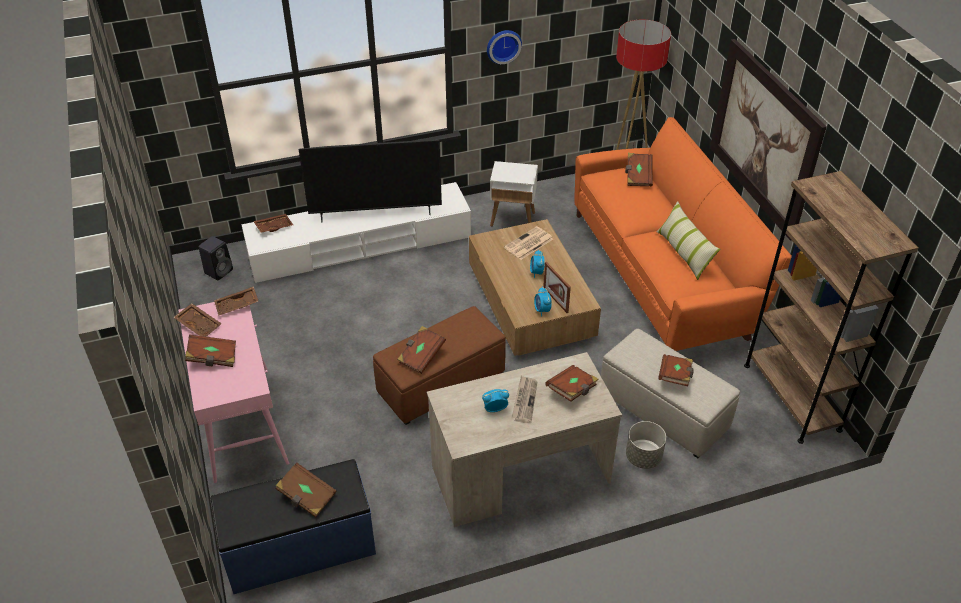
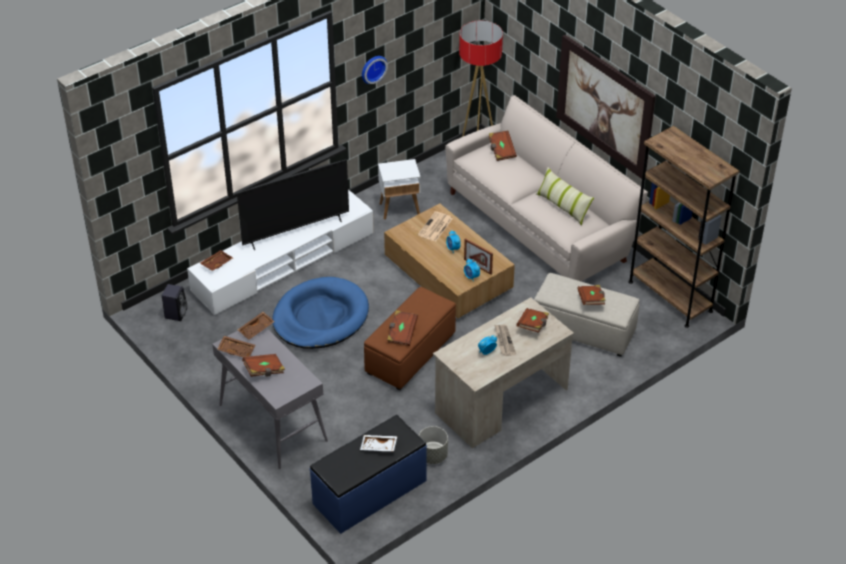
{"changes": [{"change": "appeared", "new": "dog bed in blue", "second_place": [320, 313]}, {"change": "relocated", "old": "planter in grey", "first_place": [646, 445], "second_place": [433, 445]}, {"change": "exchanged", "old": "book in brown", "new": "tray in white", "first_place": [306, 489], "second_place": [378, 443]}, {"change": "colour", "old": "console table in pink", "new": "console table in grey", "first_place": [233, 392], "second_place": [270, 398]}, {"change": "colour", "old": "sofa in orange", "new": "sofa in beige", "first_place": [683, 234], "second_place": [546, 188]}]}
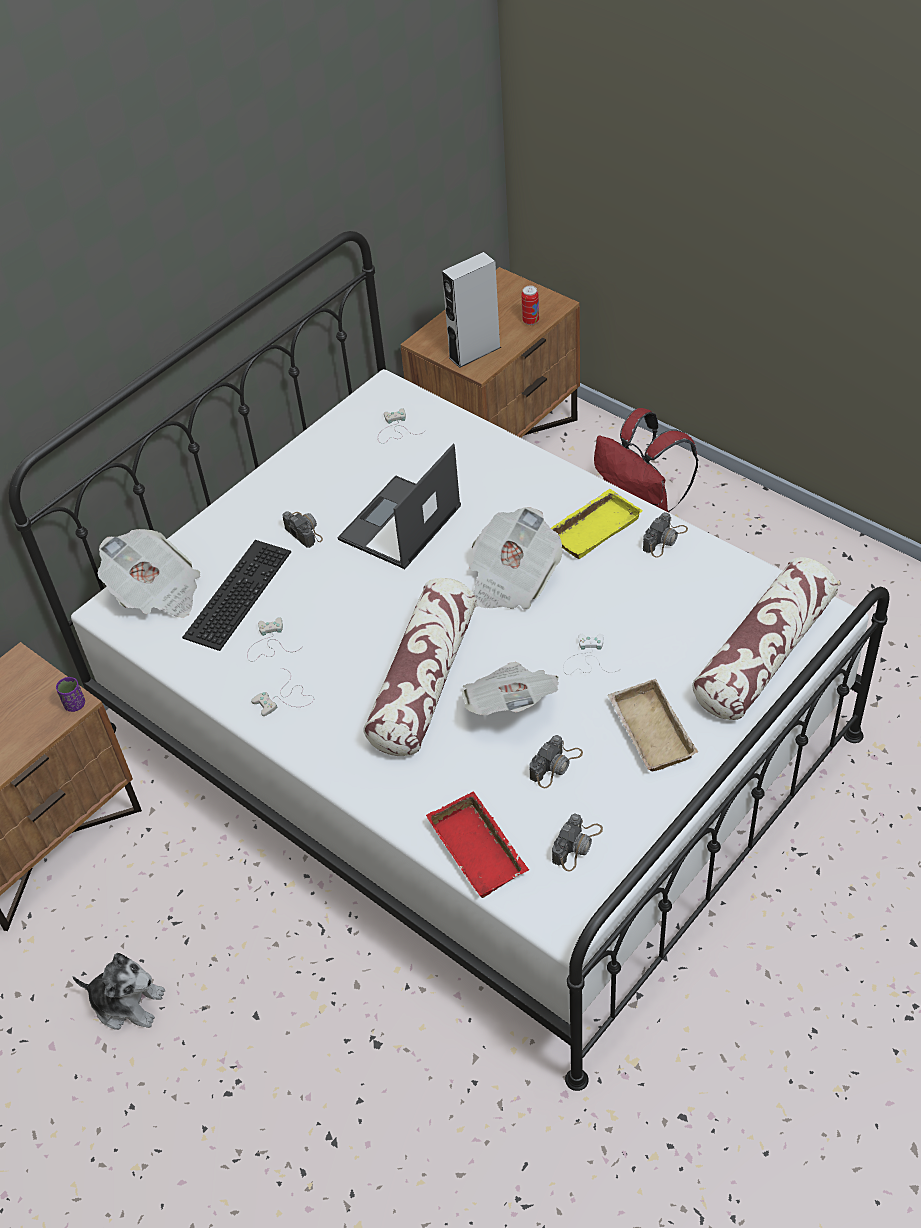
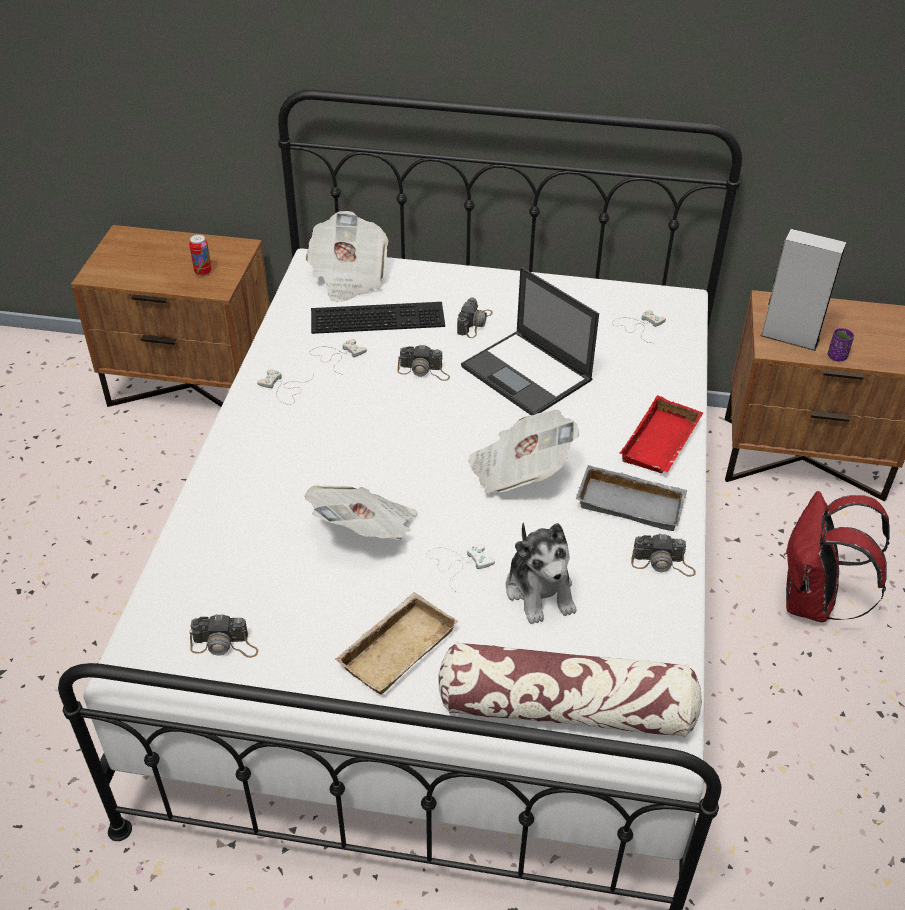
{"changes": [{"change": "missing", "old": "pillow", "first_place": [420, 667]}, {"change": "relocated", "old": "cup in purple", "first_place": [70, 694], "second_place": [841, 345]}, {"change": "relocated", "old": "plush toy", "first_place": [119, 991], "second_place": [541, 573]}, {"change": "relocated", "old": "tray in red", "first_place": [477, 844], "second_place": [661, 434]}, {"change": "relocated", "old": "can", "first_place": [530, 305], "second_place": [200, 255]}, {"change": "relocated", "old": "photo camera", "first_place": [556, 761], "second_place": [424, 362]}, {"change": "colour", "old": "tray in yellow", "new": "tray in grey", "first_place": [596, 524], "second_place": [632, 498]}, {"change": "spun", "old": "laptop", "first_place": [399, 506], "second_place": [530, 341], "degrees": -135}]}
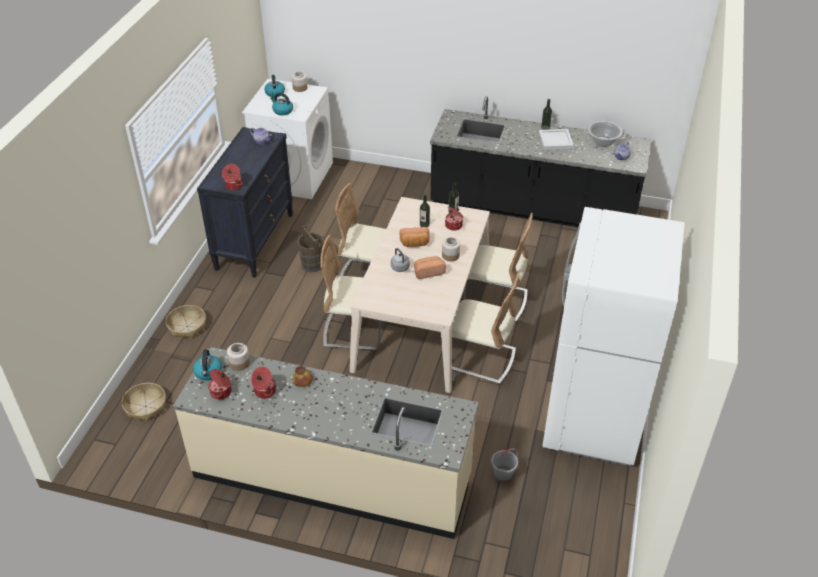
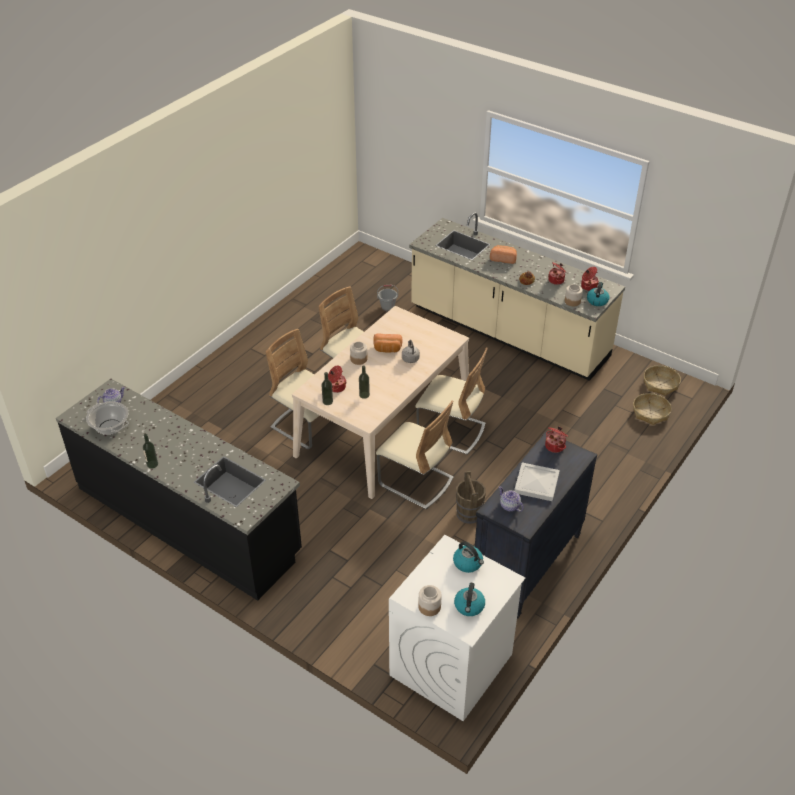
{"changes": [{"change": "missing", "old": "fridge in white", "first_place": [613, 336]}, {"change": "relocated", "old": "basket", "first_place": [186, 321], "second_place": [662, 380]}, {"change": "relocated", "old": "bread", "first_place": [415, 237], "second_place": [503, 254]}, {"change": "relocated", "old": "tray in white", "first_place": [556, 139], "second_place": [537, 481]}]}
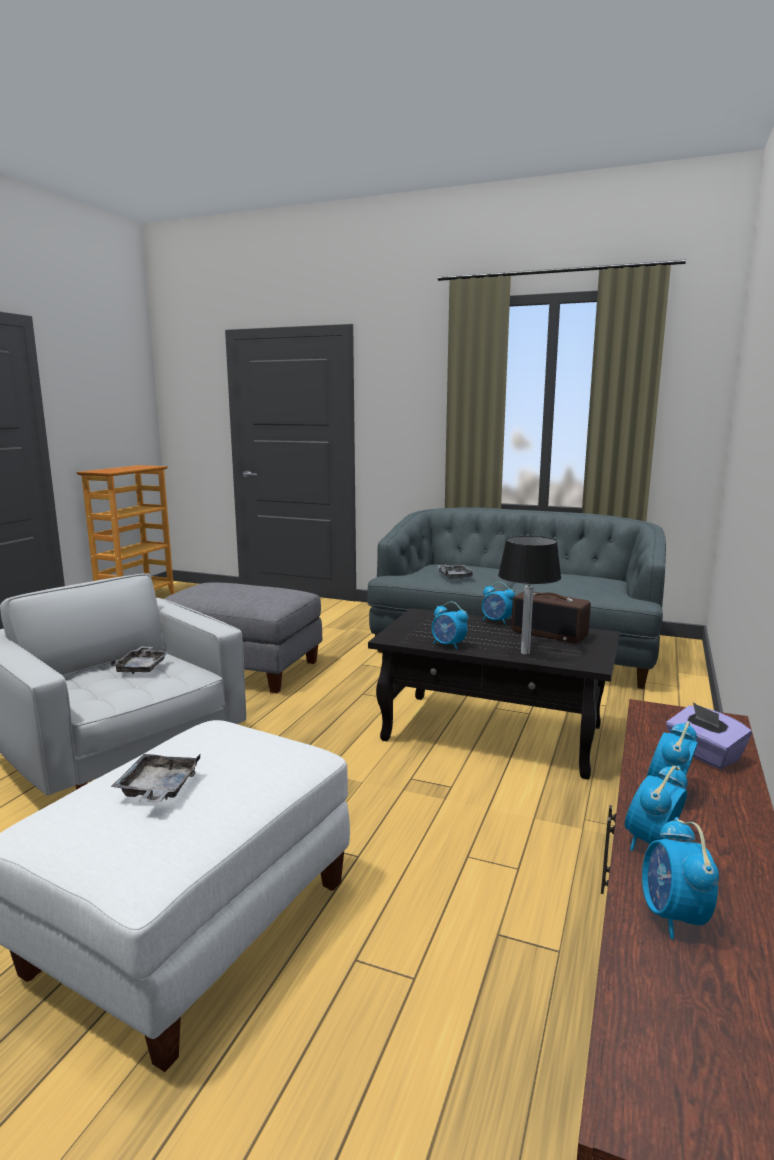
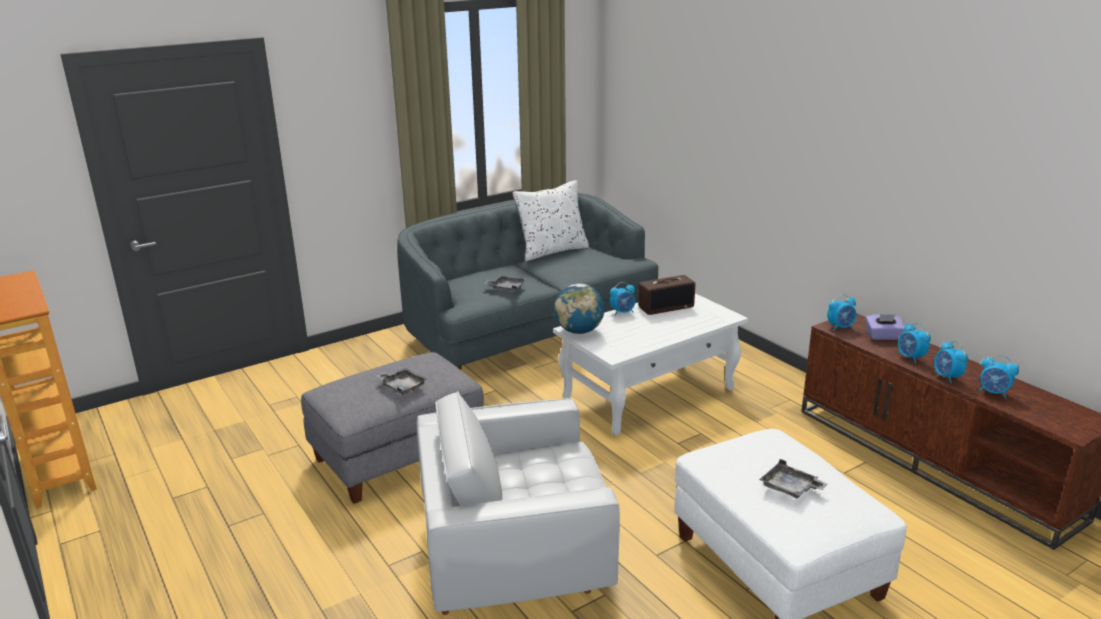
{"changes": [{"change": "missing", "old": "table lamp", "first_place": [529, 595]}, {"change": "appeared", "new": "pillow in white", "second_place": [551, 220]}, {"change": "appeared", "new": "globe", "second_place": [579, 308]}, {"change": "relocated", "old": "tray in grey", "first_place": [140, 660], "second_place": [402, 381]}, {"change": "relocated", "old": "alarm clock", "first_place": [450, 626], "second_place": [842, 312]}, {"change": "colour", "old": "coffee table in black", "new": "coffee table in white", "first_place": [494, 693], "second_place": [650, 364]}]}
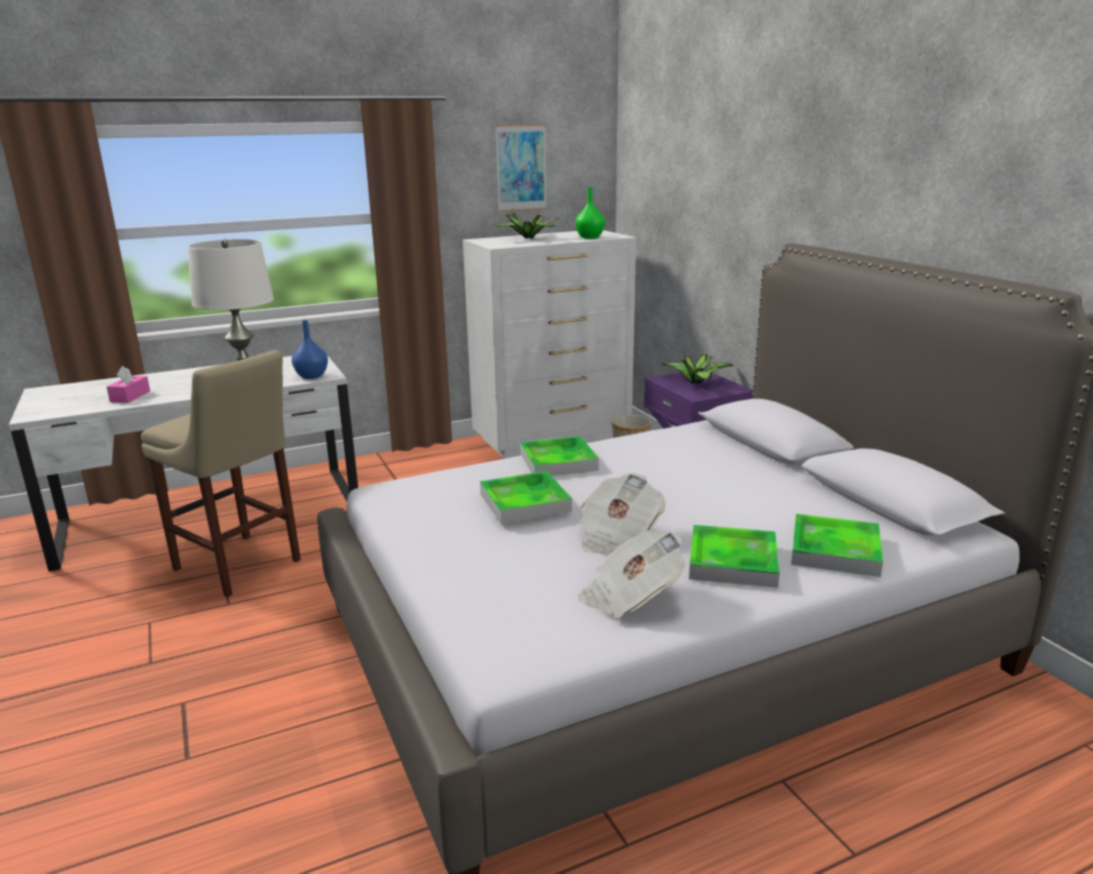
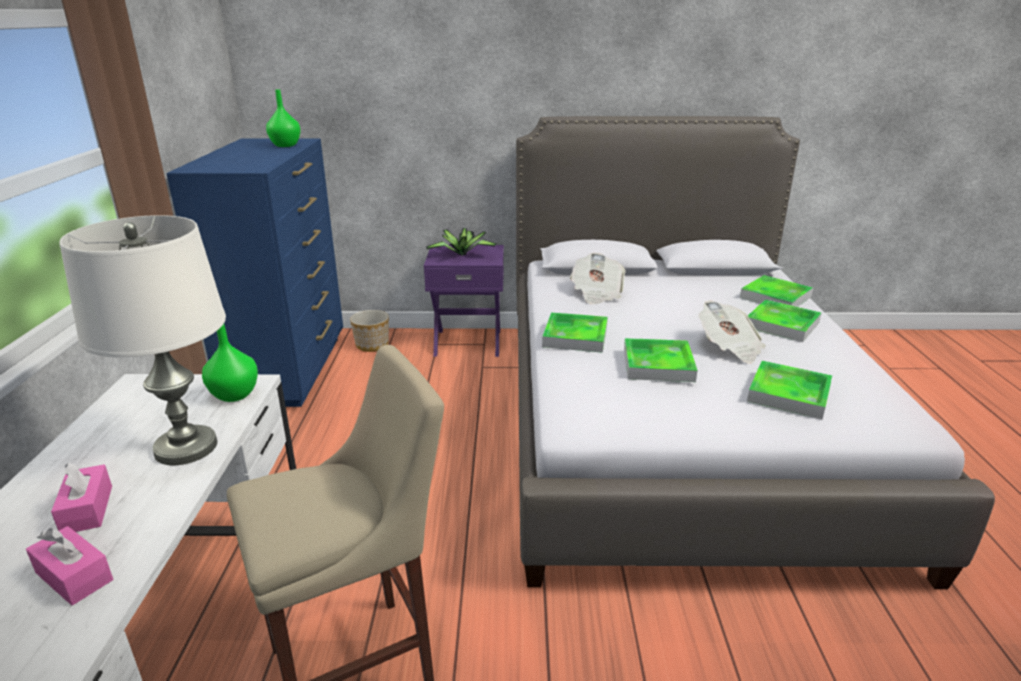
{"changes": [{"change": "missing", "old": "potted plant", "first_place": [526, 226]}, {"change": "missing", "old": "picture", "first_place": [521, 168]}, {"change": "appeared", "new": "tissue box in pink", "second_place": [81, 497]}, {"change": "appeared", "new": "tray", "second_place": [790, 390]}, {"change": "relocated", "old": "newspaper", "first_place": [631, 574], "second_place": [598, 278]}, {"change": "colour", "old": "vase in blue", "new": "vase in green", "first_place": [310, 349], "second_place": [230, 363]}, {"change": "colour", "old": "dresser in white", "new": "dresser in blue", "first_place": [549, 344], "second_place": [254, 272]}]}
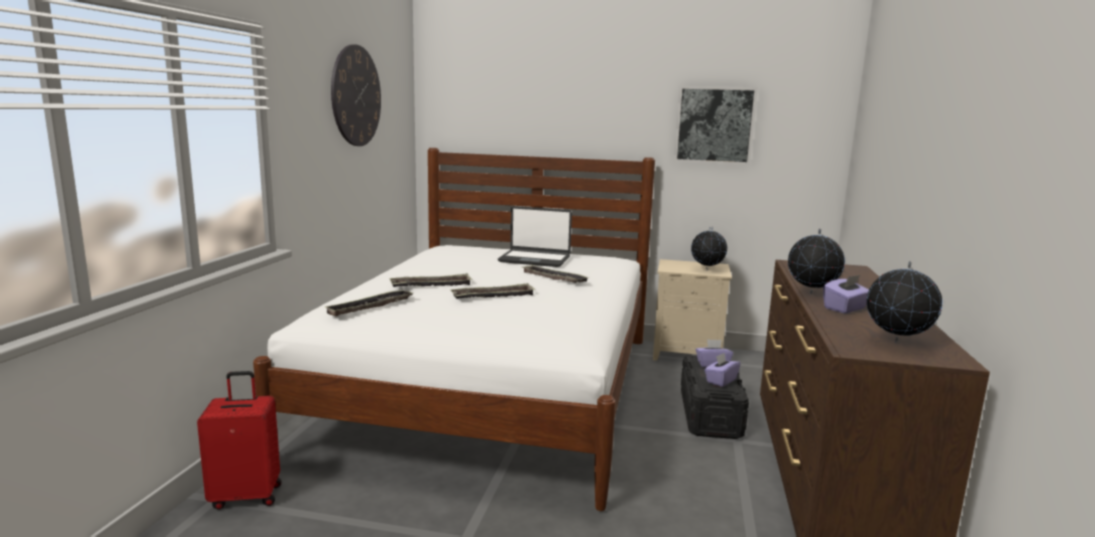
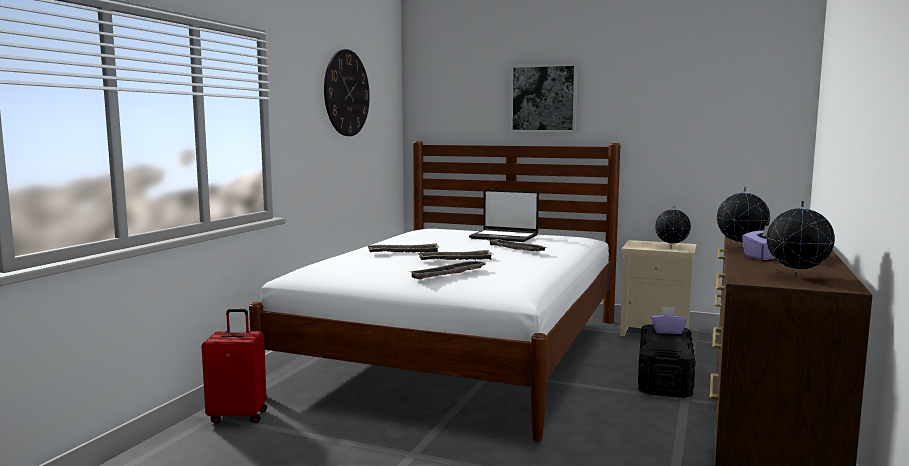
{"changes": [{"change": "missing", "old": "tissue box in purple", "first_place": [722, 369]}, {"change": "relocated", "old": "tray", "first_place": [369, 302], "second_place": [447, 269]}, {"change": "relocated", "old": "picture", "first_place": [716, 125], "second_place": [544, 97]}]}
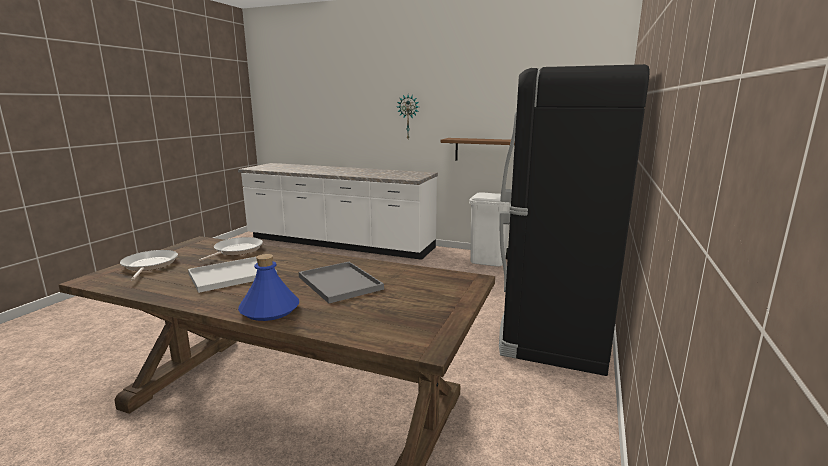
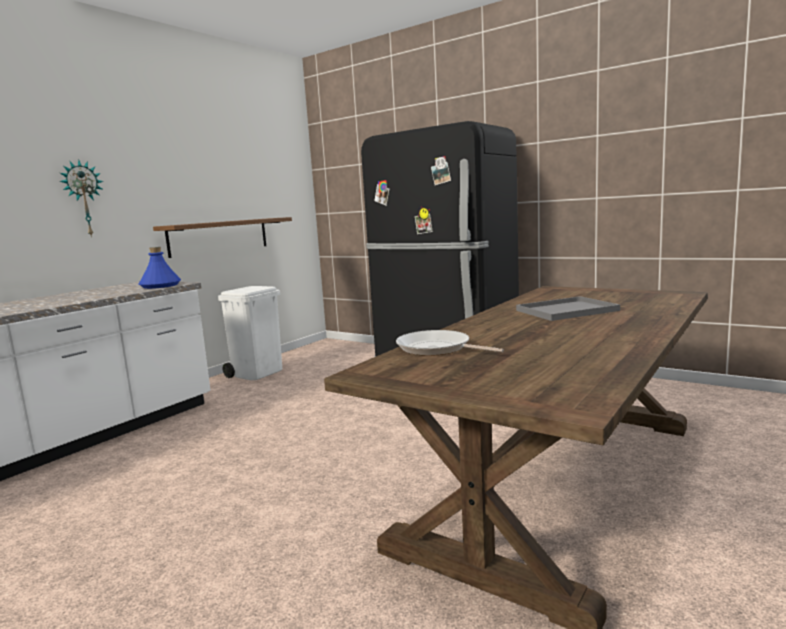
{"changes": [{"change": "missing", "old": "frying pan", "first_place": [149, 265]}, {"change": "missing", "old": "tray in white", "first_place": [232, 275]}, {"change": "relocated", "old": "bottle in blue", "first_place": [268, 287], "second_place": [160, 268]}]}
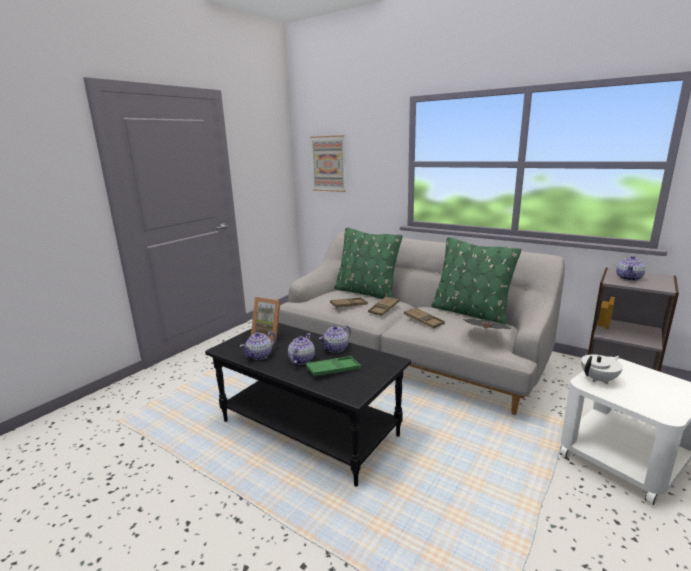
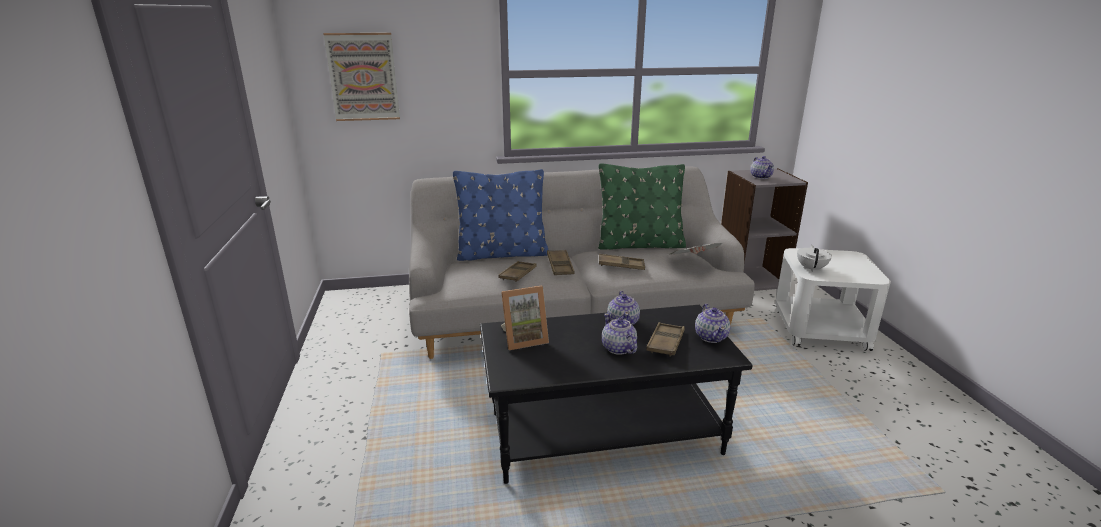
{"changes": [{"change": "relocated", "old": "teapot", "first_place": [258, 345], "second_place": [713, 323]}, {"change": "colour", "old": "tray in green", "new": "tray in brown", "first_place": [333, 366], "second_place": [665, 339]}, {"change": "colour", "old": "pillow in green", "new": "pillow in blue", "first_place": [368, 263], "second_place": [501, 215]}]}
